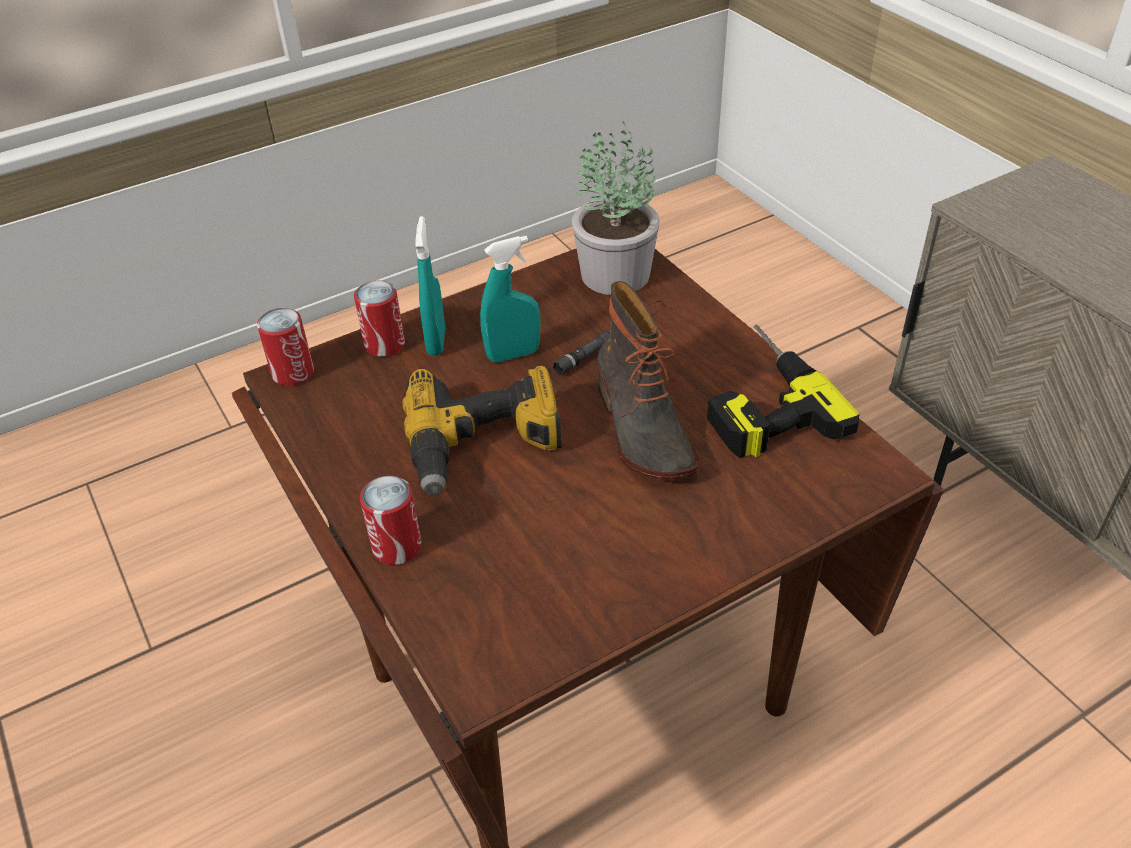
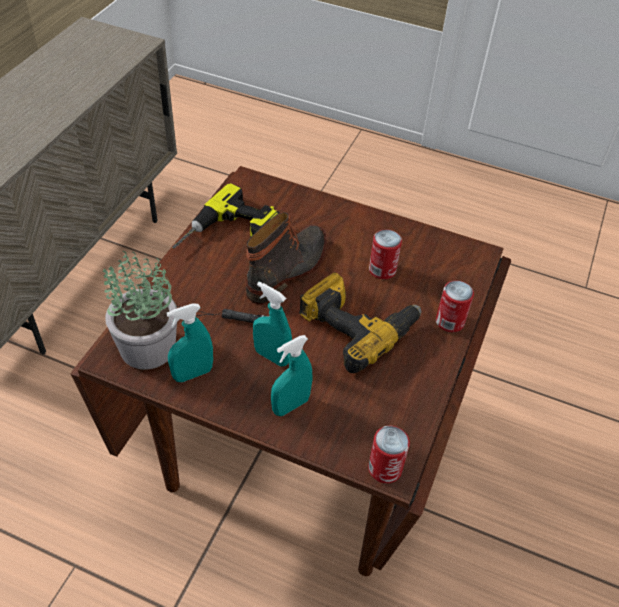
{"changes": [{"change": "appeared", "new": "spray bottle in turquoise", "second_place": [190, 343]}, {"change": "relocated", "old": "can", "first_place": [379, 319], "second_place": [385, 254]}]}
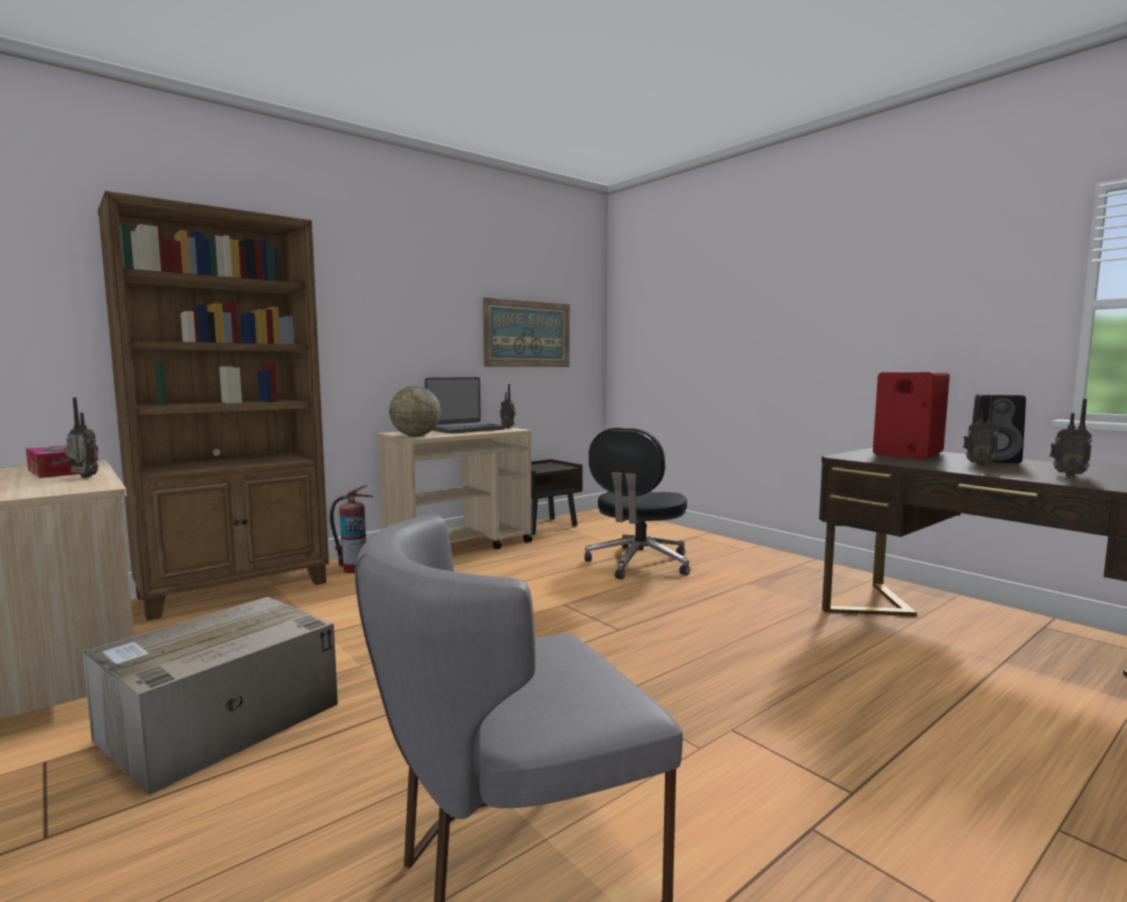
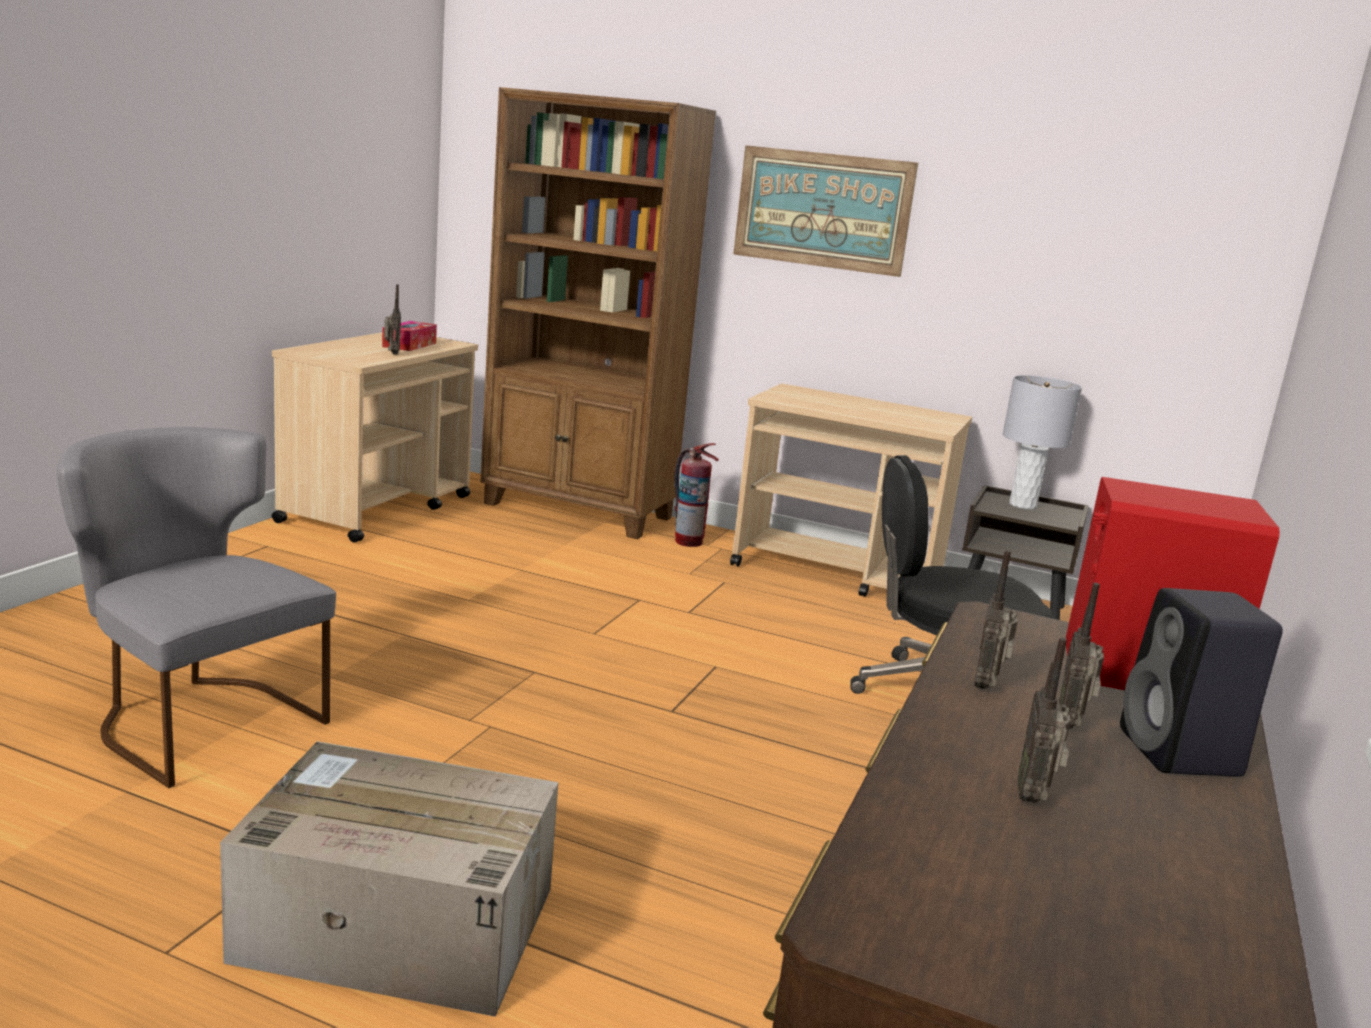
{"changes": [{"change": "missing", "old": "globe", "first_place": [415, 411]}, {"change": "missing", "old": "laptop", "first_place": [465, 405]}, {"change": "appeared", "new": "table lamp in grey", "second_place": [1042, 442]}, {"change": "relocated", "old": "cardboard box", "first_place": [210, 696], "second_place": [389, 879]}, {"change": "relocated", "old": "picture", "first_place": [526, 332], "second_place": [825, 211]}, {"change": "relocated", "old": "radio", "first_place": [508, 406], "second_place": [996, 619]}]}
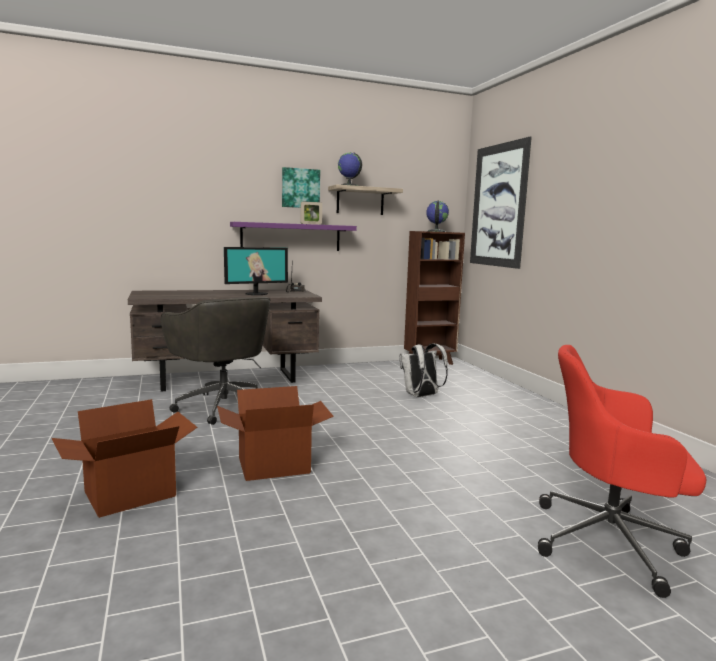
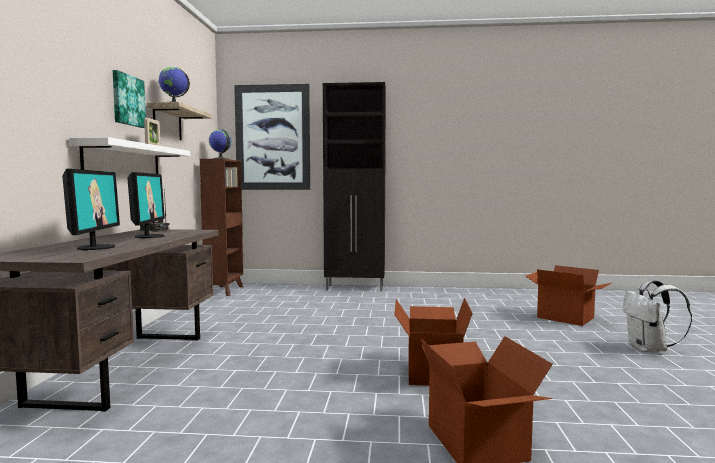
{"changes": [{"change": "missing", "old": "office chair in grey", "first_place": [215, 361]}, {"change": "appeared", "new": "monitor", "second_place": [91, 209]}, {"change": "appeared", "new": "cabinet in black", "second_place": [354, 186]}, {"change": "relocated", "old": "backpack in white", "first_place": [423, 370], "second_place": [657, 316]}, {"change": "exchanged", "old": "office chair in red", "new": "cardboard box", "first_place": [622, 471], "second_place": [568, 295]}, {"change": "colour", "old": "shelf in purple", "new": "shelf in white", "first_place": [293, 236], "second_place": [129, 155]}]}
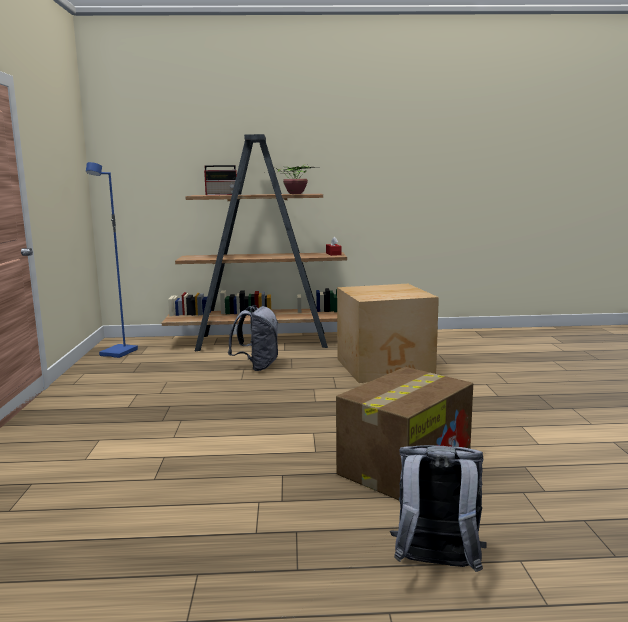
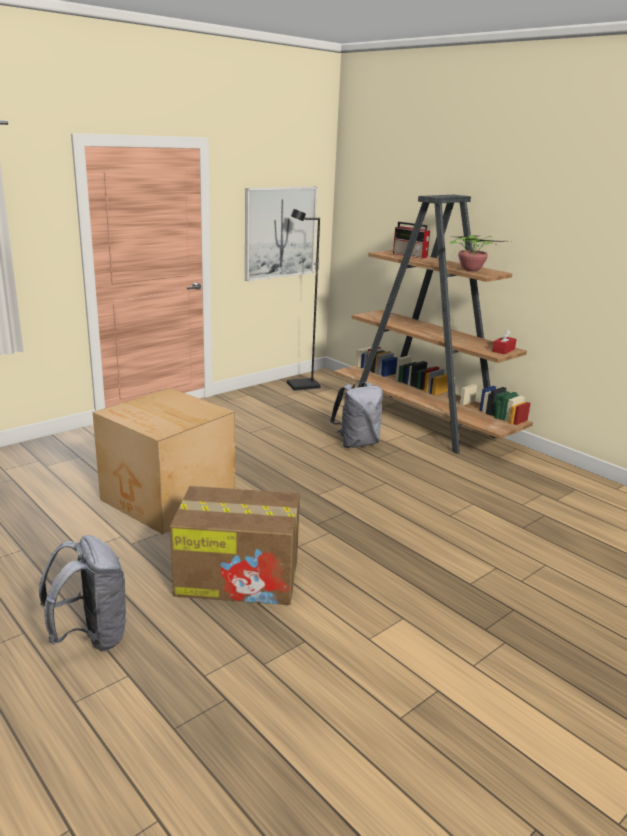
{"changes": [{"change": "appeared", "new": "picture", "second_place": [281, 234]}, {"change": "relocated", "old": "cardboard box", "first_place": [388, 333], "second_place": [164, 461]}, {"change": "colour", "old": "floor lamp in blue", "new": "floor lamp in black", "first_place": [112, 260], "second_place": [304, 299]}]}
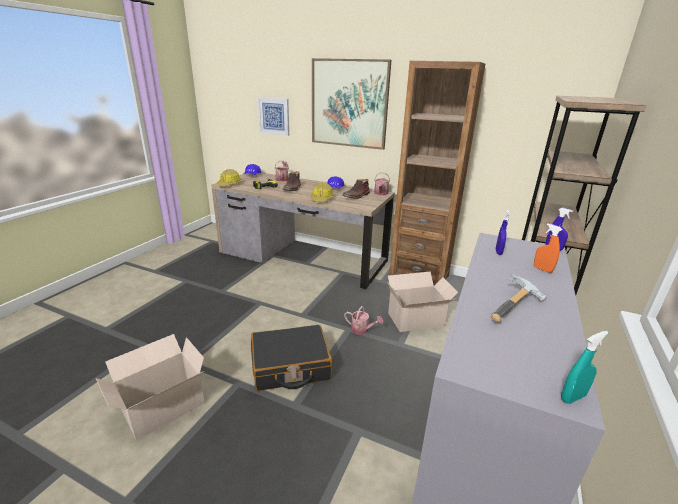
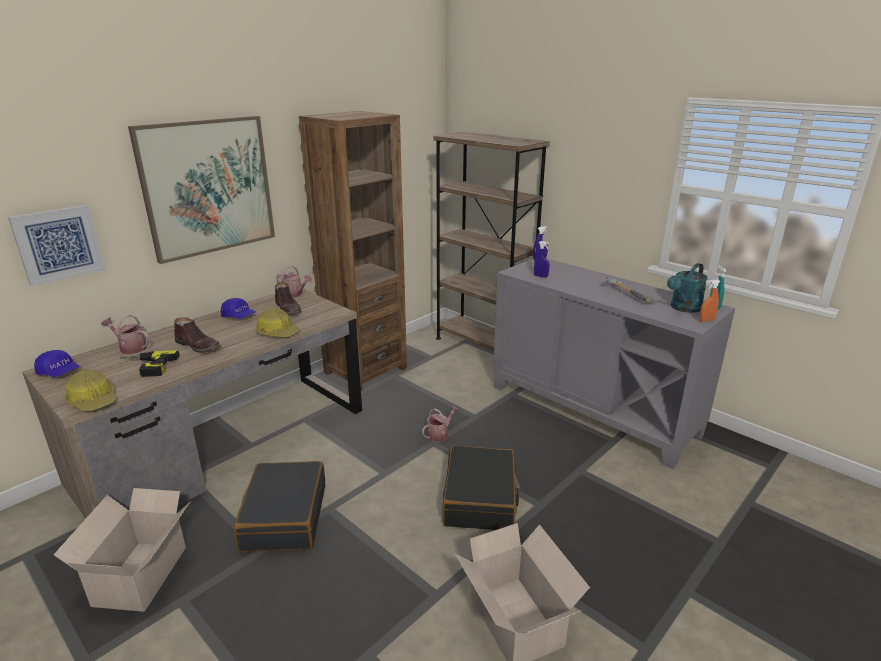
{"changes": [{"change": "appeared", "new": "suitcase in black", "second_place": [279, 506]}, {"change": "appeared", "new": "watering can in turquoise", "second_place": [687, 288]}, {"change": "relocated", "old": "cardboard box", "first_place": [422, 301], "second_place": [122, 550]}, {"change": "relocated", "old": "spray bottle in orange", "first_place": [548, 248], "second_place": [710, 300]}]}
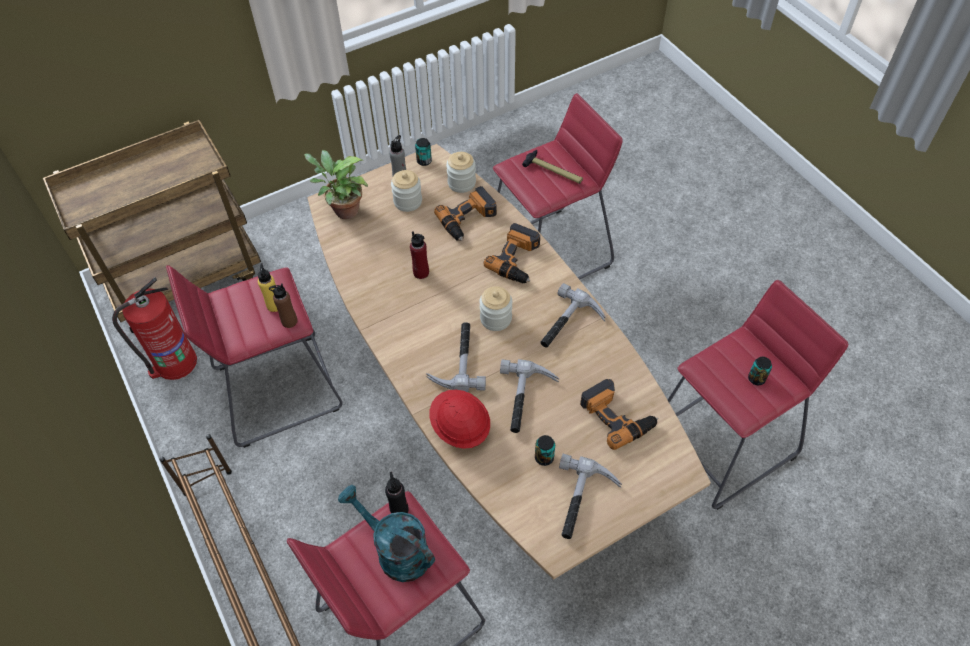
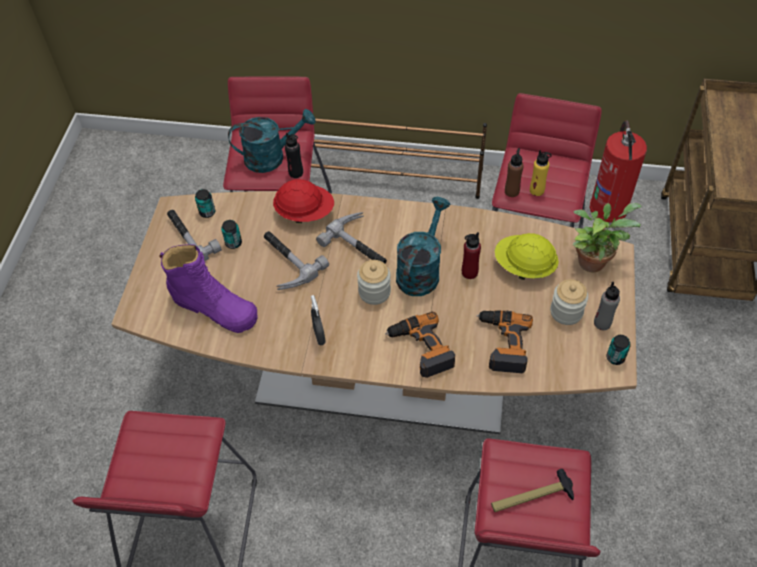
{"changes": [{"change": "missing", "old": "jar", "first_place": [461, 172]}, {"change": "appeared", "new": "watering can in turquoise", "second_place": [423, 246]}, {"change": "appeared", "new": "hard hat in yellow", "second_place": [527, 256]}, {"change": "relocated", "old": "can", "first_place": [760, 371], "second_place": [205, 203]}, {"change": "exchanged", "old": "hammer", "new": "spray bottle in grey", "first_place": [573, 315], "second_place": [318, 320]}, {"change": "exchanged", "old": "power drill", "new": "boot in purple", "first_place": [619, 414], "second_place": [208, 288]}]}
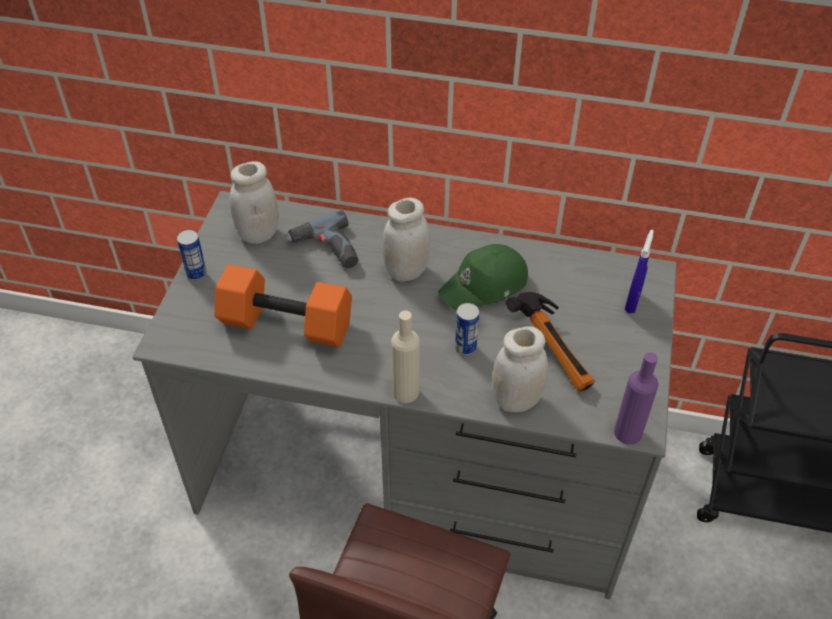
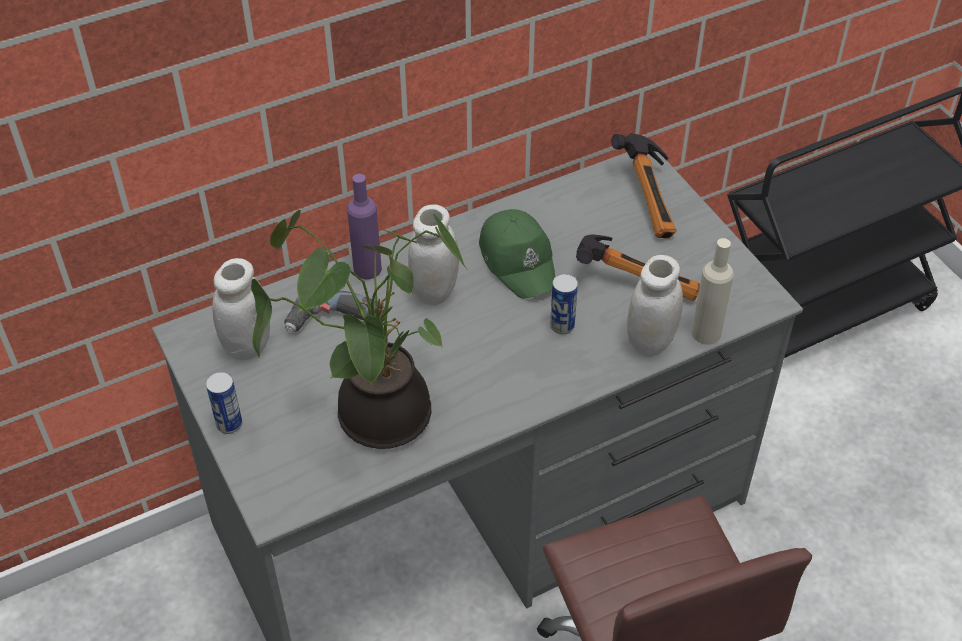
{"changes": [{"change": "relocated", "old": "bottle in beige", "first_place": [405, 357], "second_place": [713, 291]}, {"change": "relocated", "old": "bottle in purple", "first_place": [636, 398], "second_place": [364, 226]}, {"change": "exchanged", "old": "dumbbell in orange", "new": "potted plant", "first_place": [283, 306], "second_place": [359, 329]}, {"change": "exchanged", "old": "spray bottle in blue", "new": "hammer", "first_place": [639, 272], "second_place": [644, 186]}, {"change": "spun", "old": "cap in green", "first_place": [483, 277], "second_place": [517, 254], "degrees": -45}]}
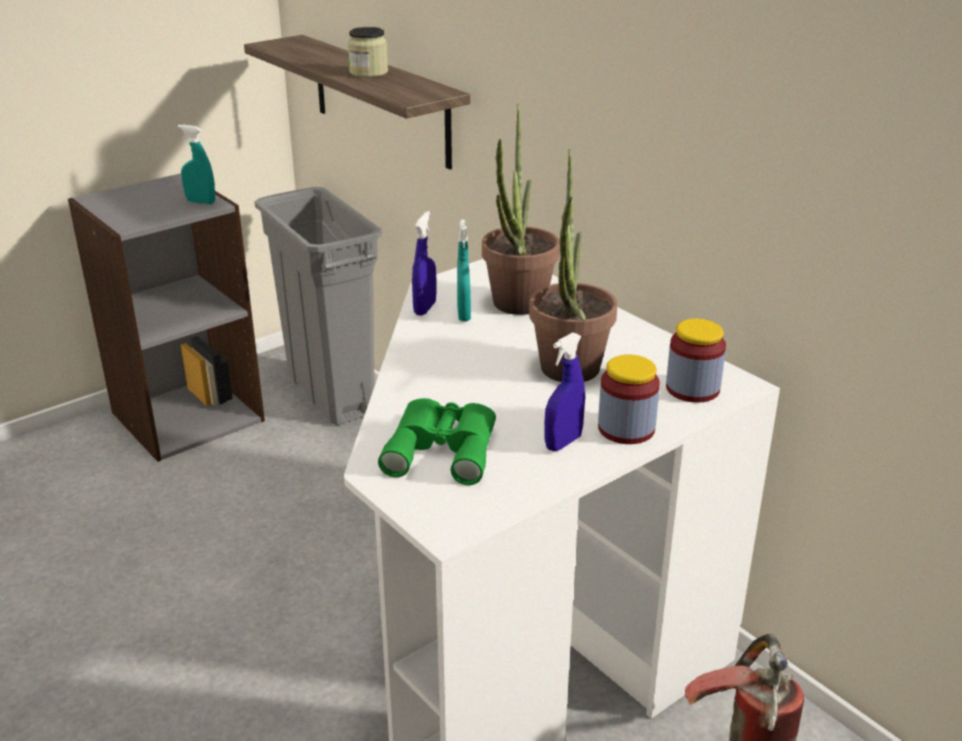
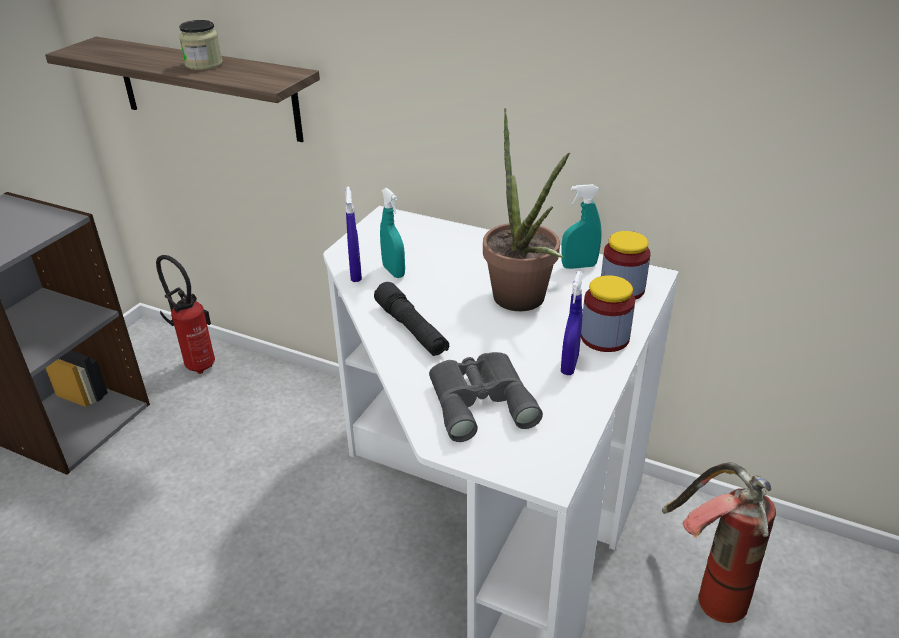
{"changes": [{"change": "missing", "old": "potted plant", "first_place": [521, 209]}, {"change": "appeared", "new": "flashlight in black", "second_place": [411, 319]}, {"change": "relocated", "old": "spray bottle in turquoise", "first_place": [196, 164], "second_place": [581, 226]}, {"change": "exchanged", "old": "trash can in grey", "new": "fire extinguisher", "first_place": [318, 306], "second_place": [185, 314]}, {"change": "colour", "old": "binoculars in green", "new": "binoculars in grey", "first_place": [437, 441], "second_place": [486, 397]}]}
